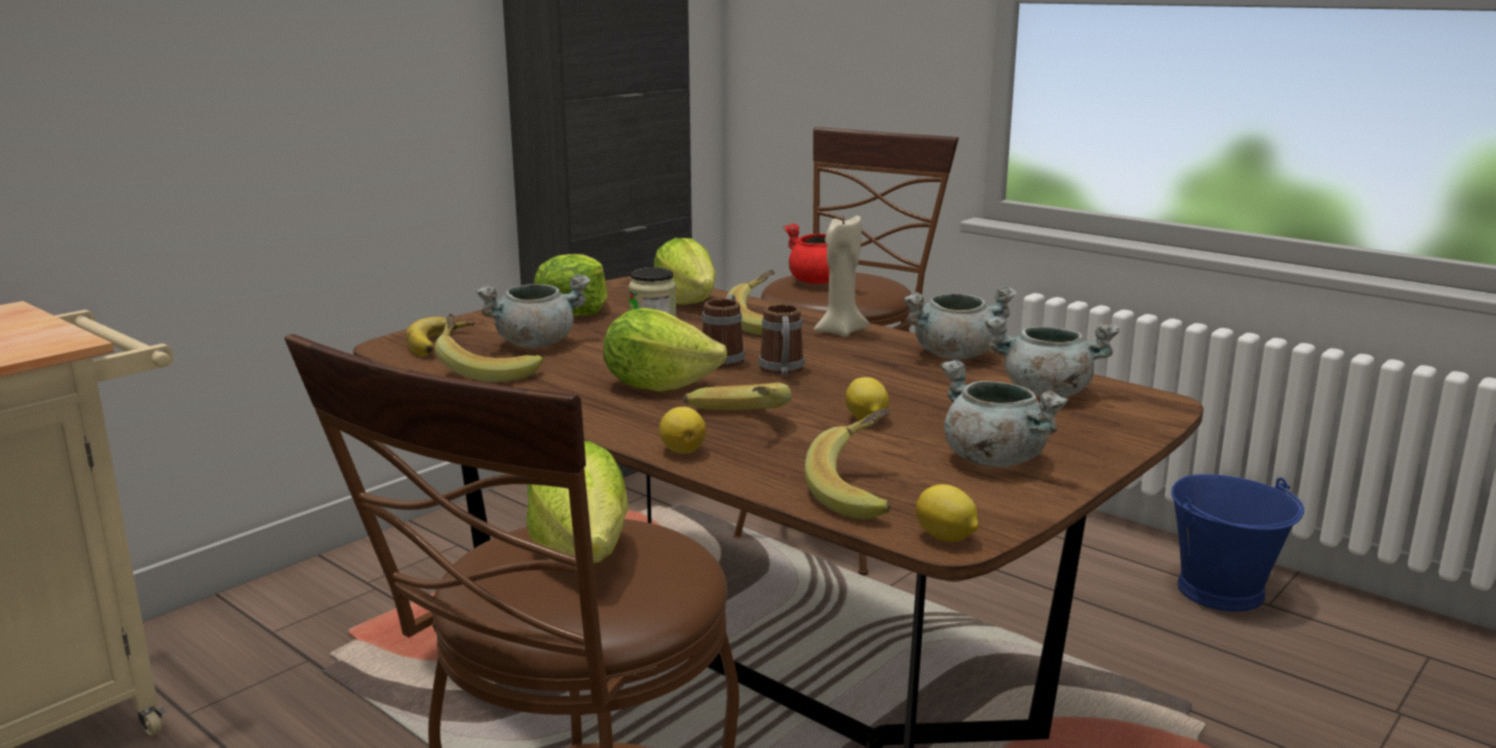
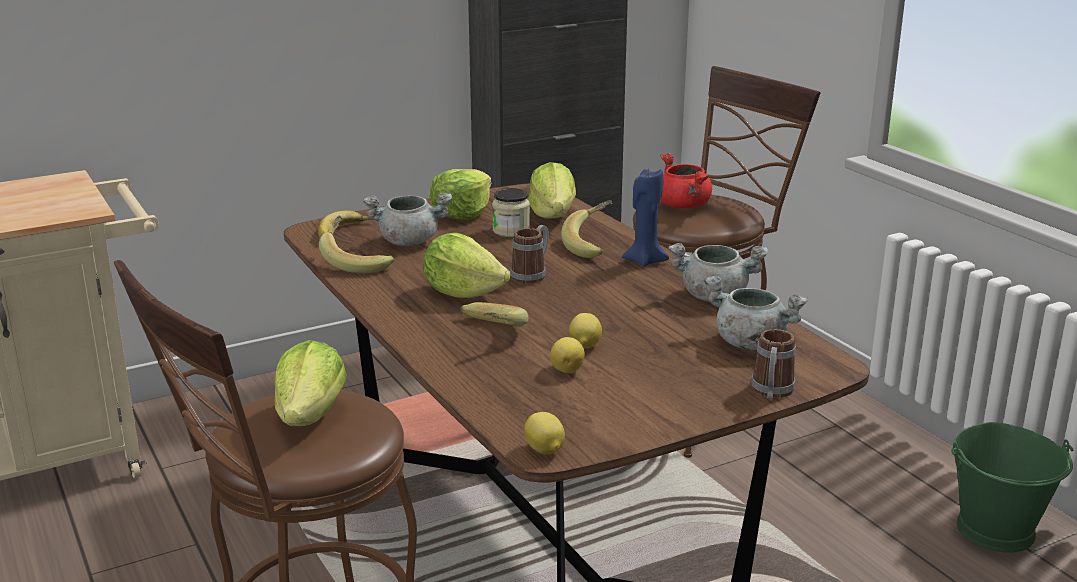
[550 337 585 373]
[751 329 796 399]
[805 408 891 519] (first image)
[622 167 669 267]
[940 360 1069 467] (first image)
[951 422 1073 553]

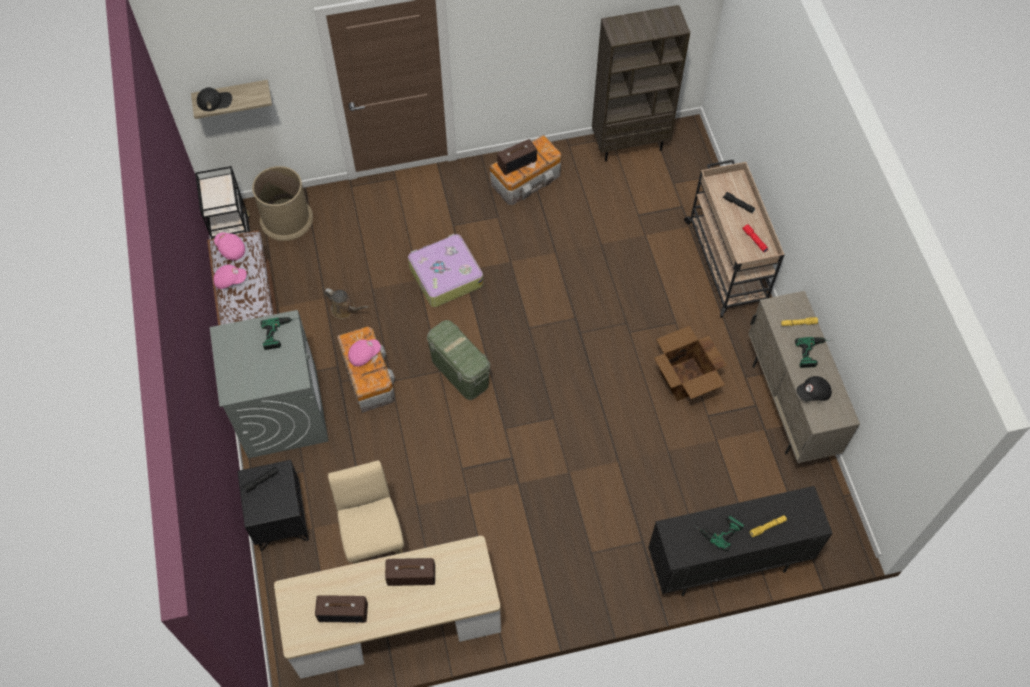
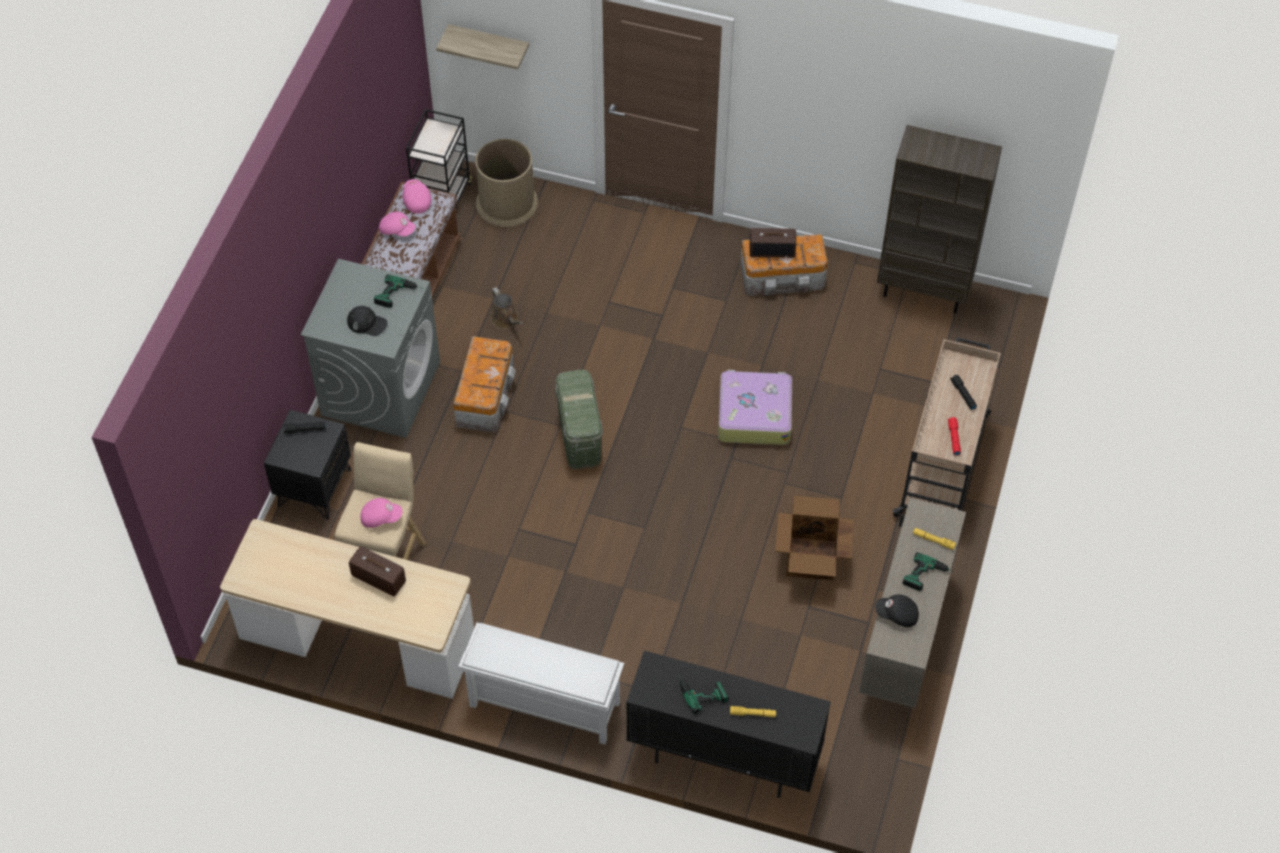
[347 306 387 336]
[315 595 368 623] (first image)
[361 498 402 528]
[718 370 792 445]
[458 623 624 745]

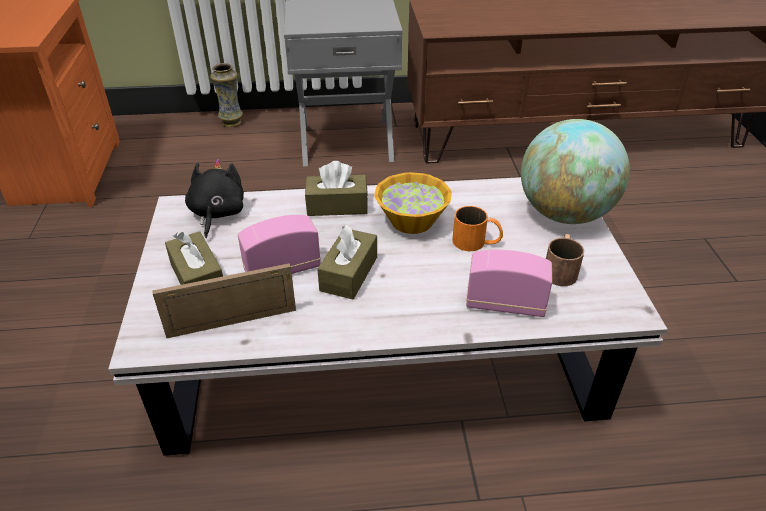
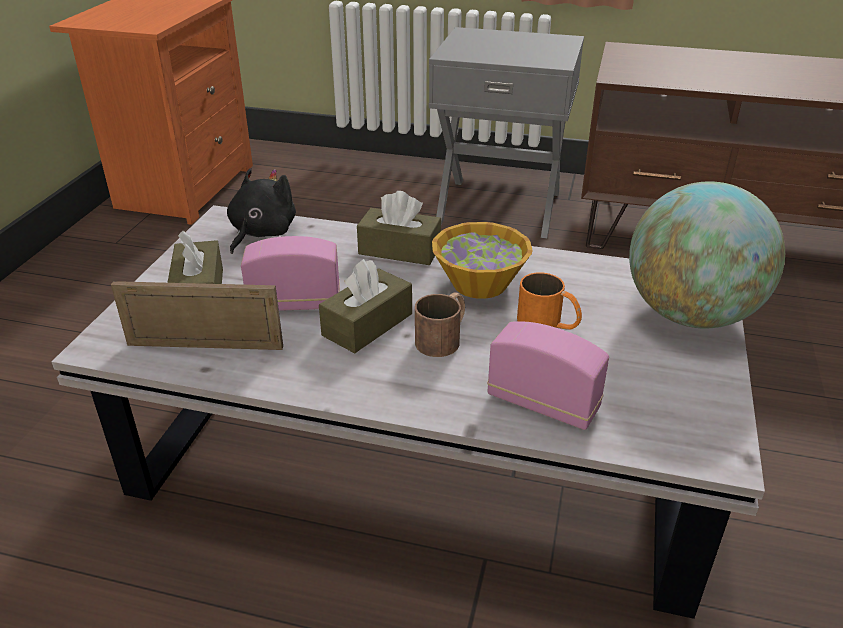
[210 63 243 127] (first image)
[415 292 465 357]

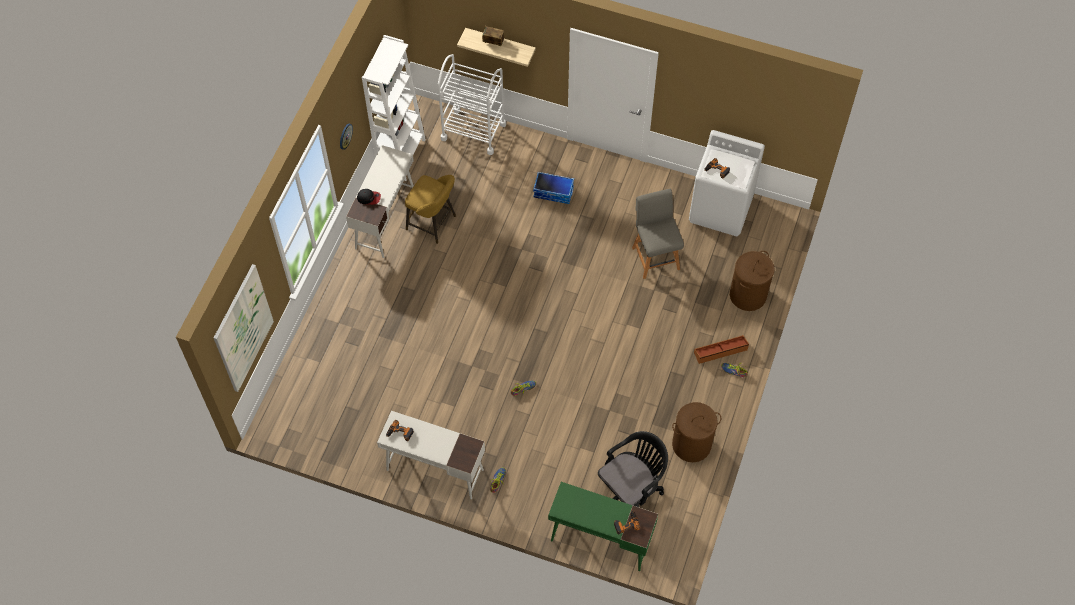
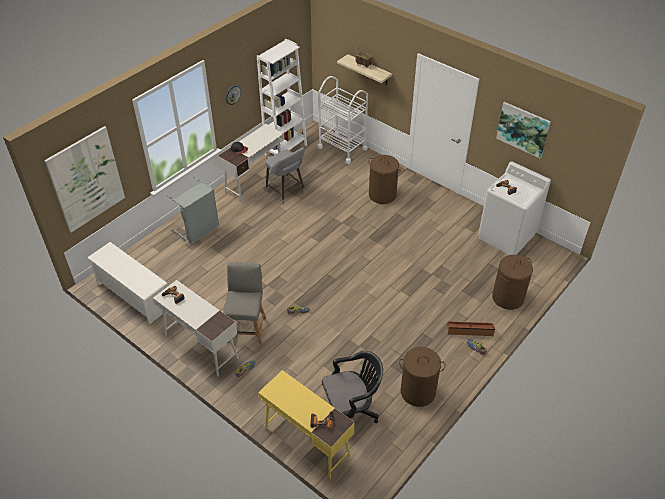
[265 147 305 204]
[368 155 401 204]
[258 370 355 479]
[223 262 266 345]
[87 242 168 324]
[165 176 219 244]
[496 102 551 158]

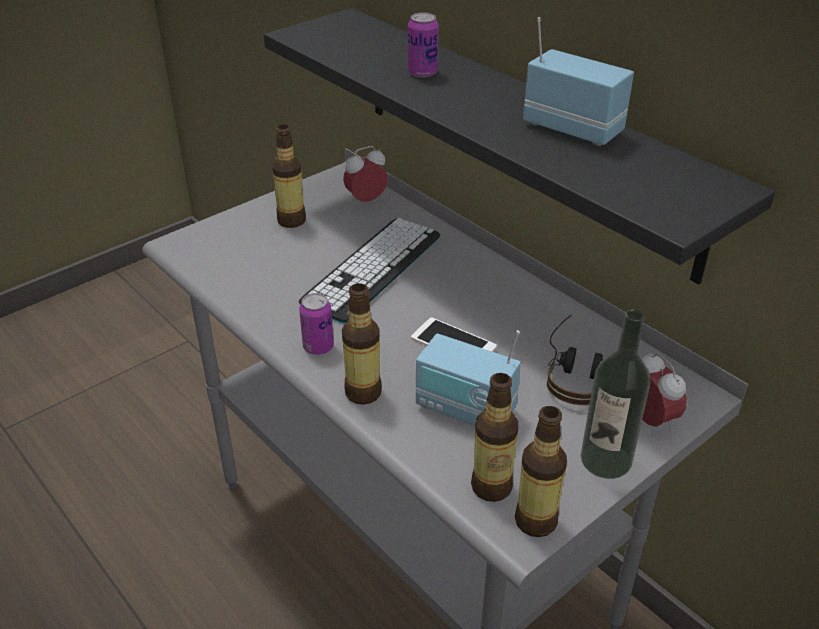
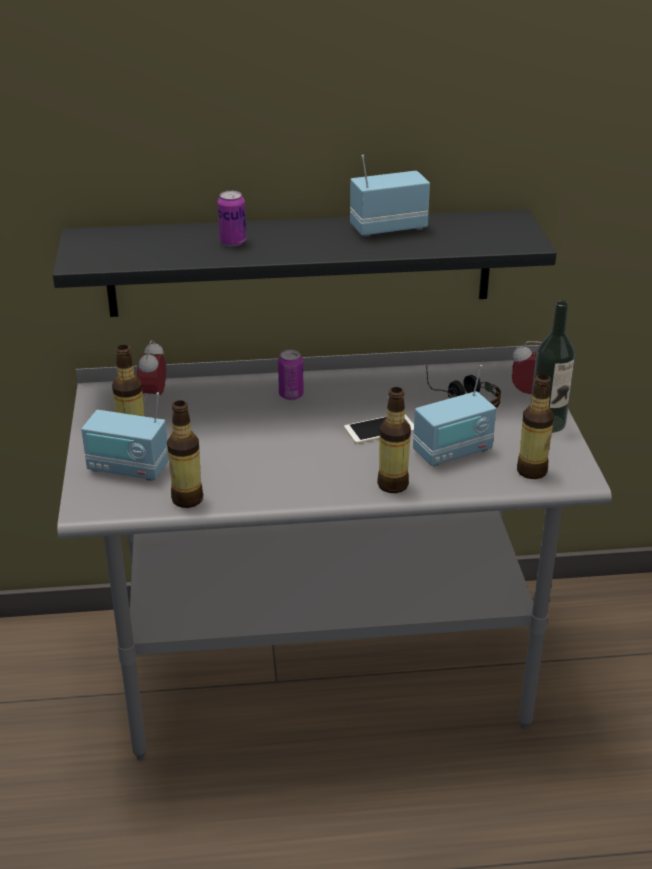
[298 218 440 323] (first image)
[278 350 304 400]
[167 400 203 508]
[81 392 169 481]

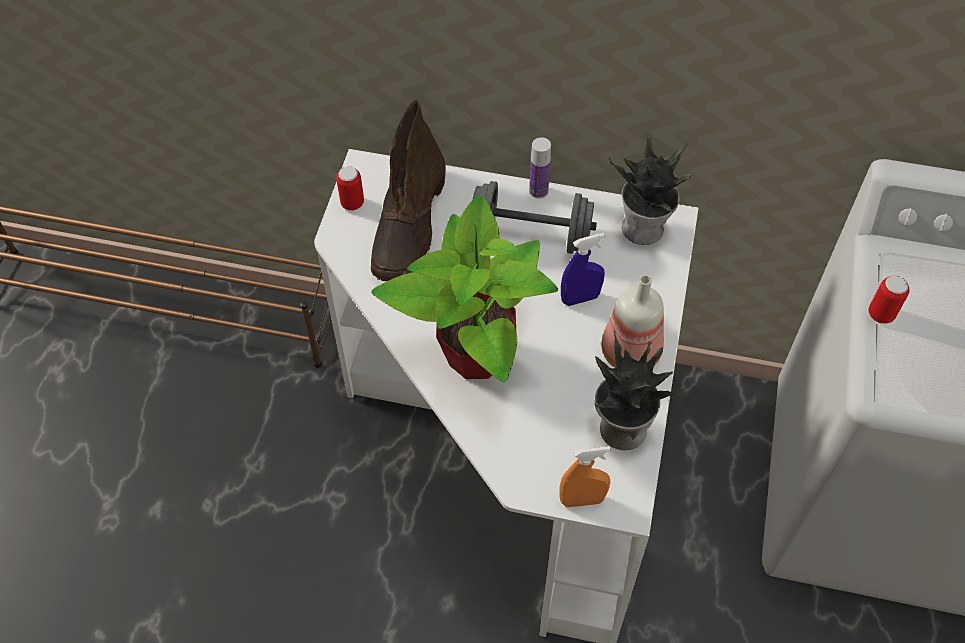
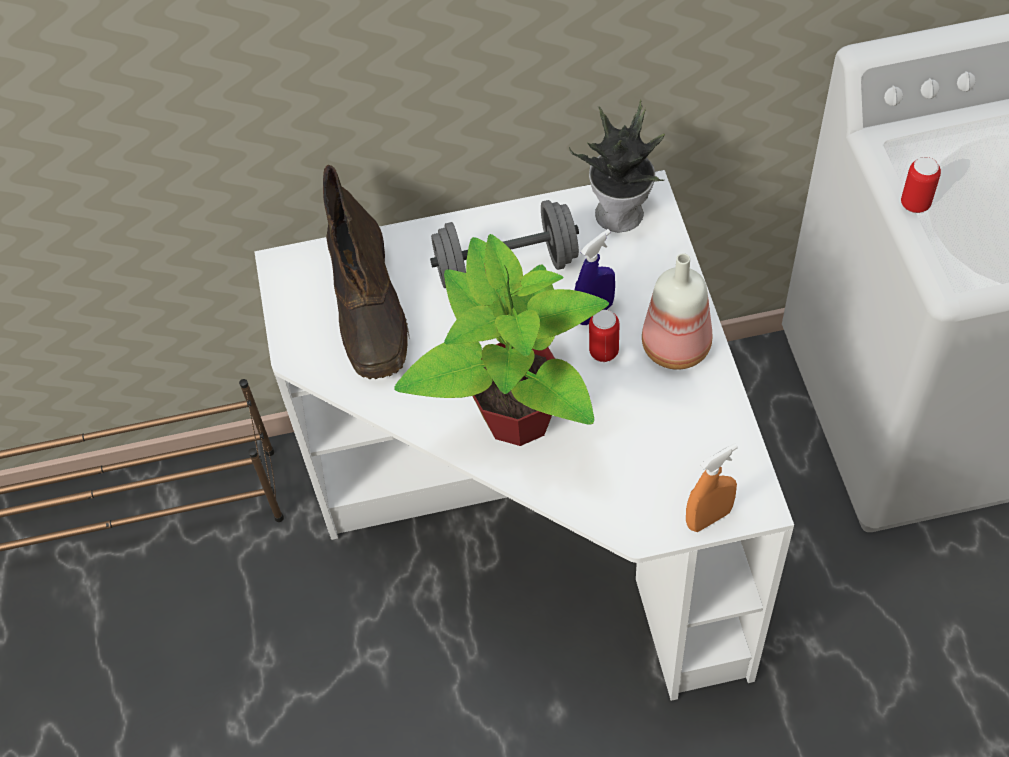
[589 310 619 362]
[529 137 551 198] (first image)
[594 331 687 450] (first image)

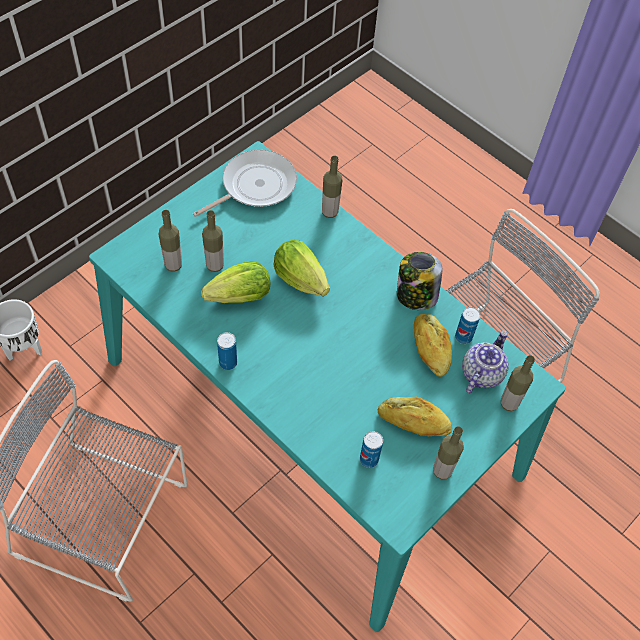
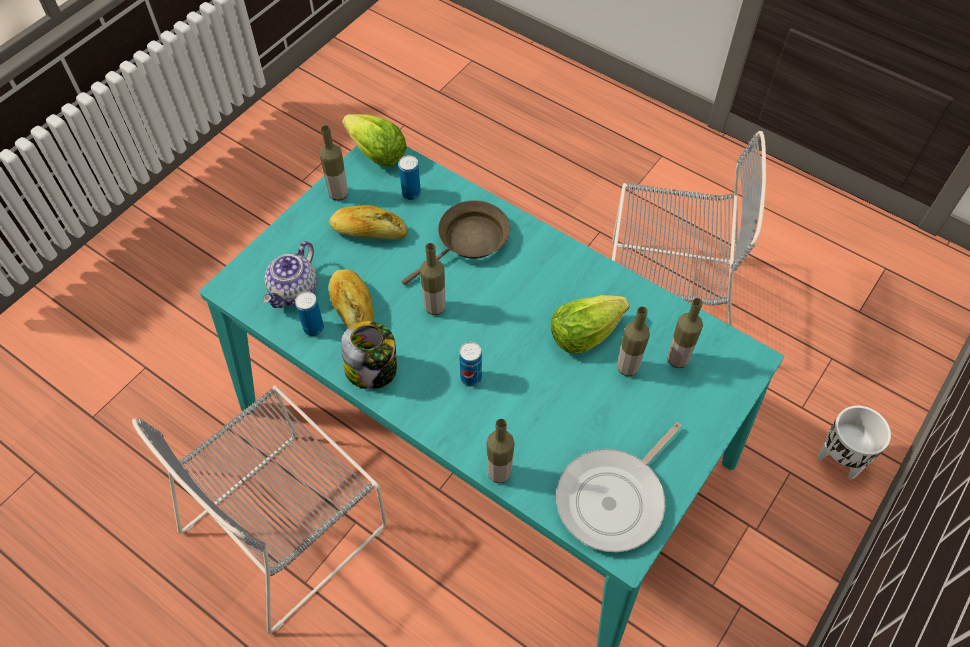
[459 342 482 387]
[342 114 407 166]
[420 243 445 315]
[402 200 510 285]

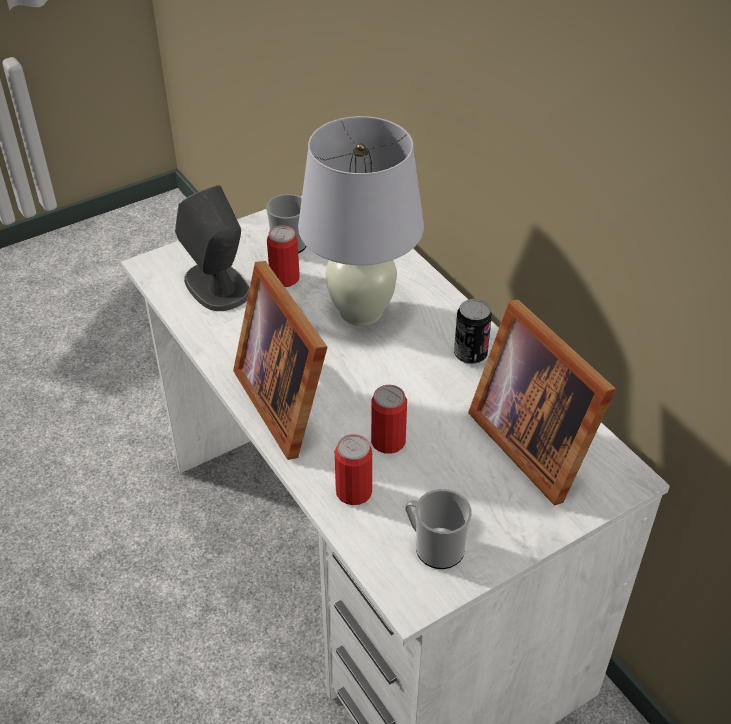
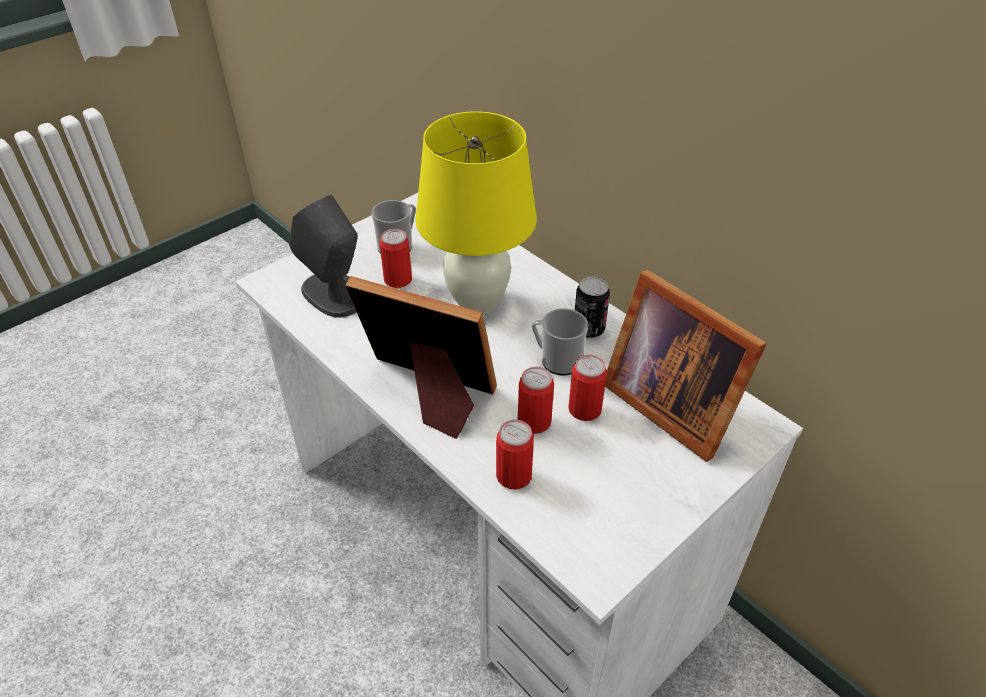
[345 276 497 439]
[415 111 537 315]
[532 308 588 376]
[568 355 607 421]

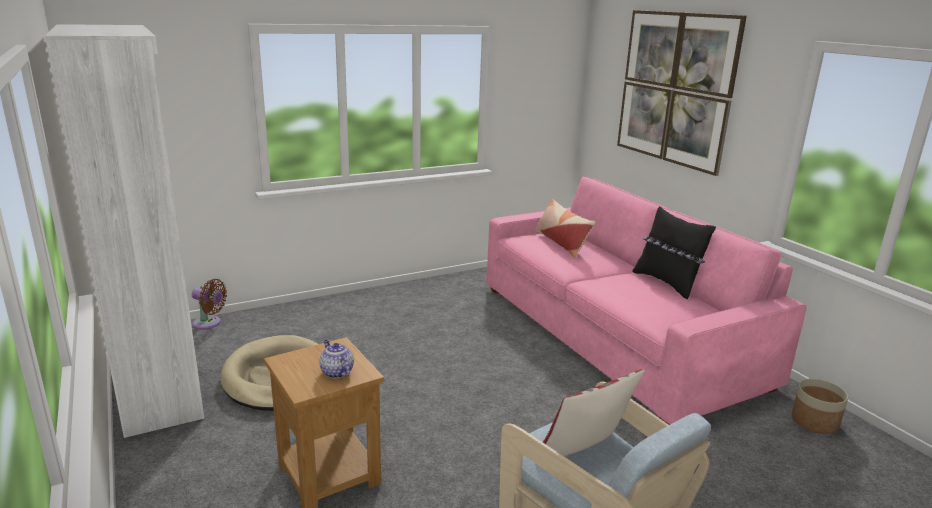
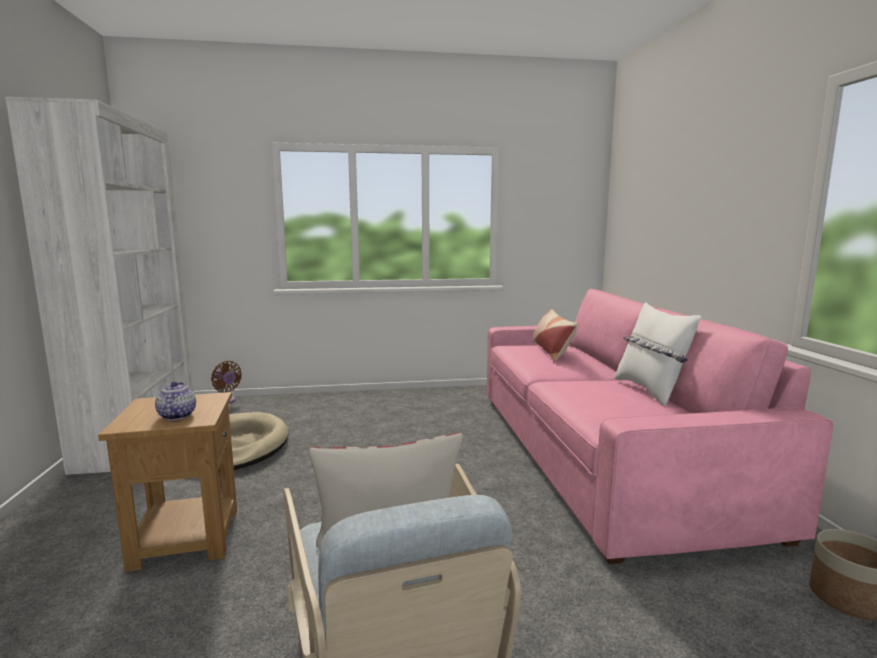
[617 10 747 176] (first image)
[614 302 701 406]

